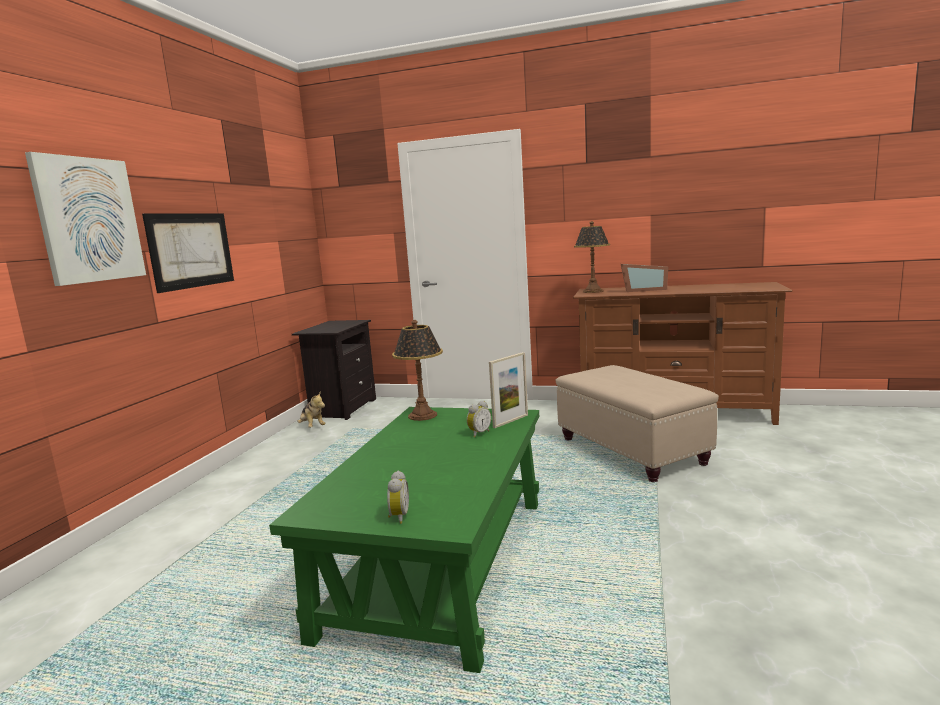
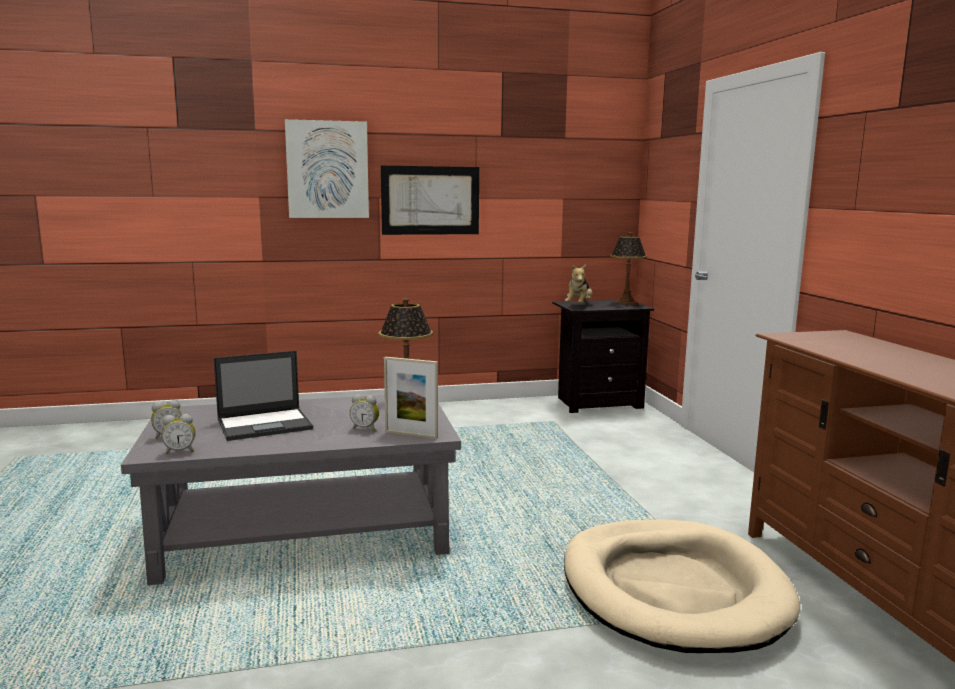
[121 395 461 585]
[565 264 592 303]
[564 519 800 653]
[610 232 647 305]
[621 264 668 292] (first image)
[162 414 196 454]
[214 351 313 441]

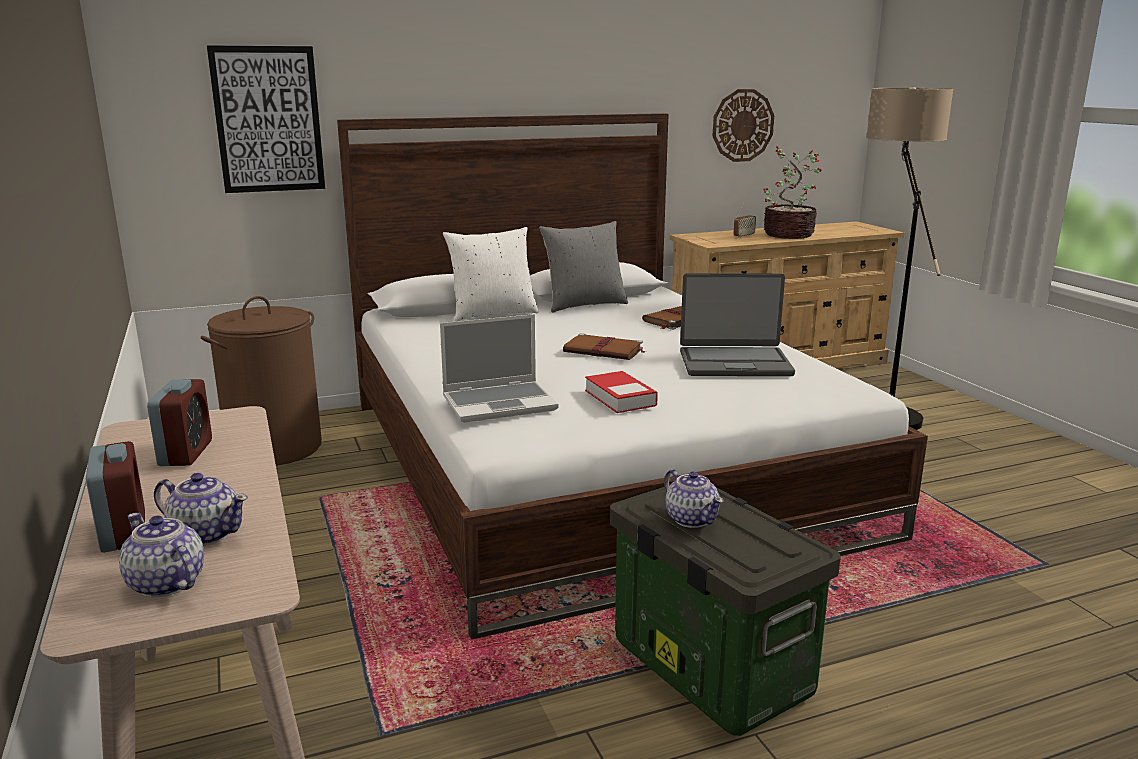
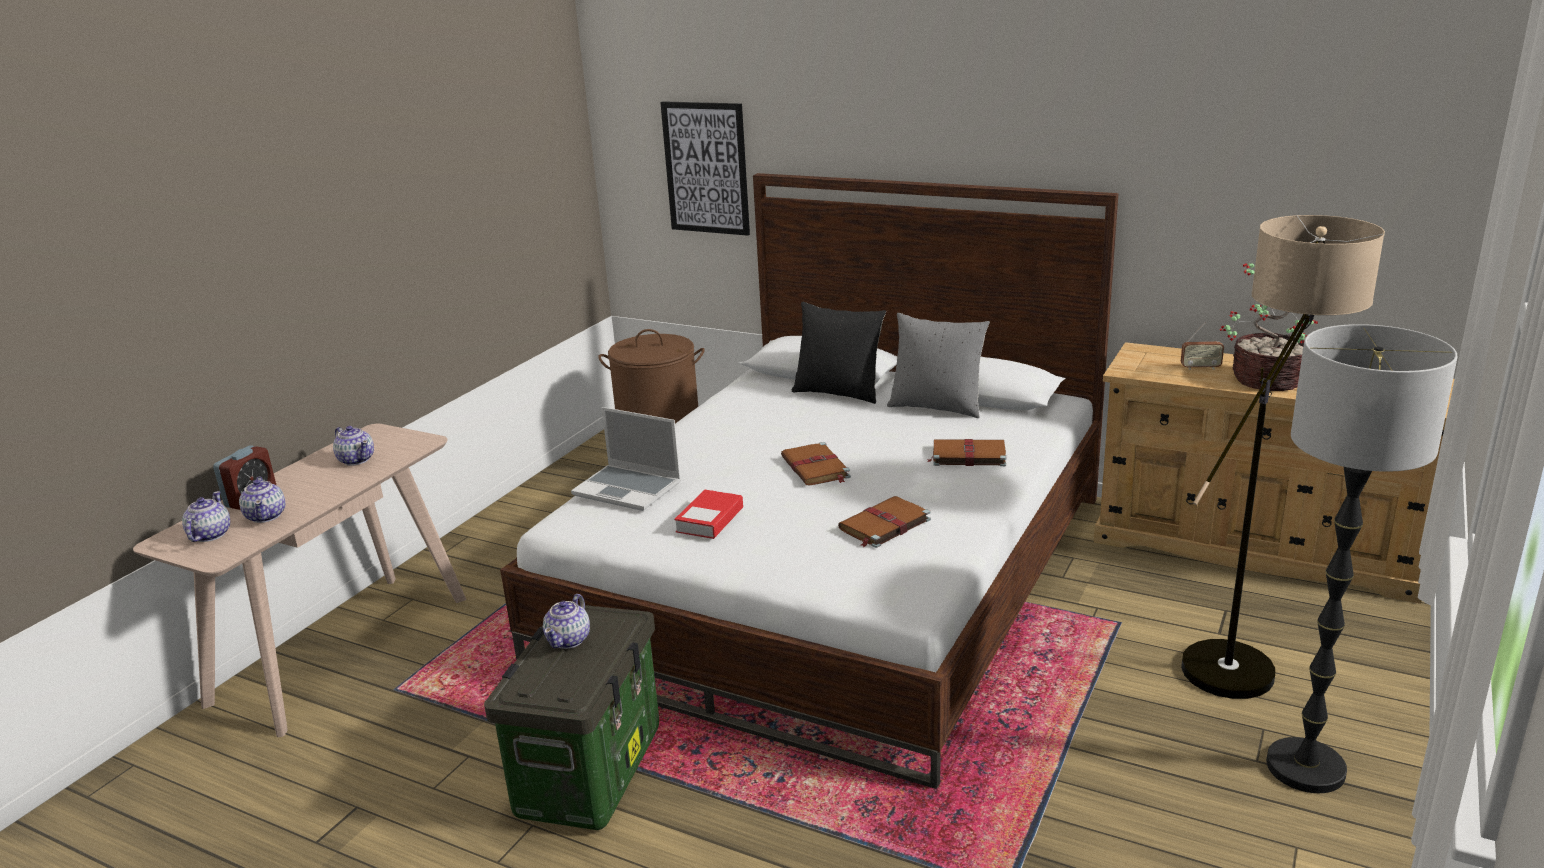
[333 426 374 466]
[792 302 886 404]
[838 496 931 548]
[713 89 774 162] (first image)
[1266 324 1457 793]

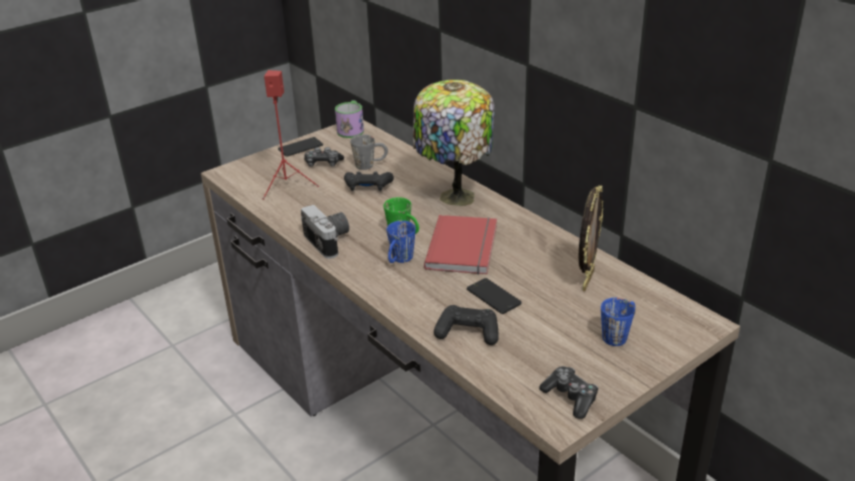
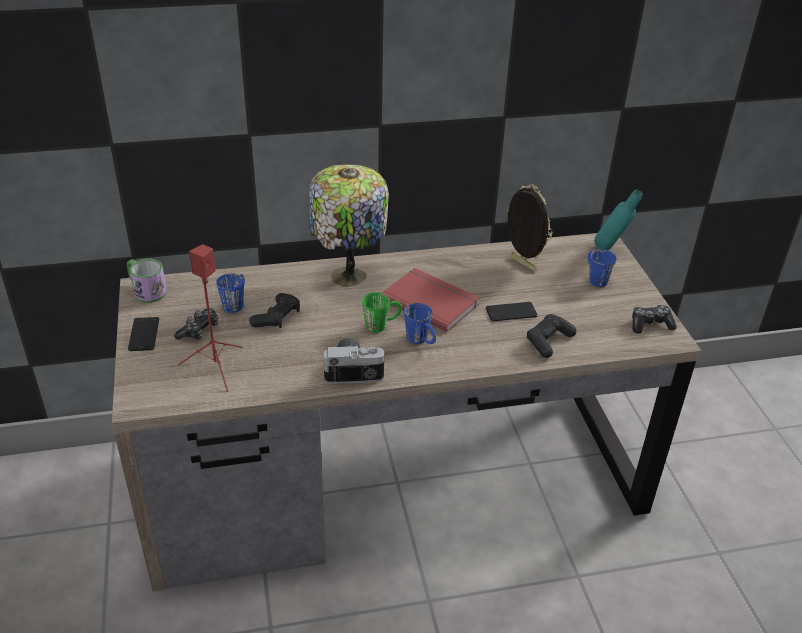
[216 273 245 313]
[594 190 642 250]

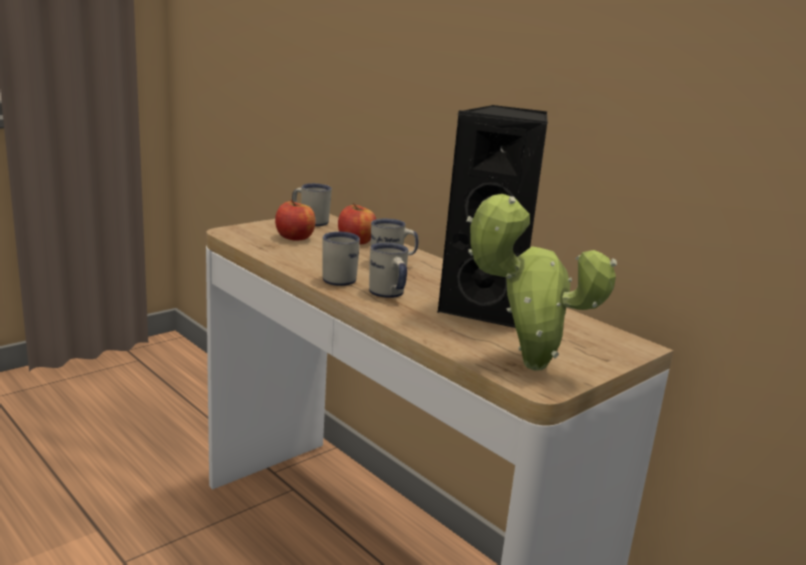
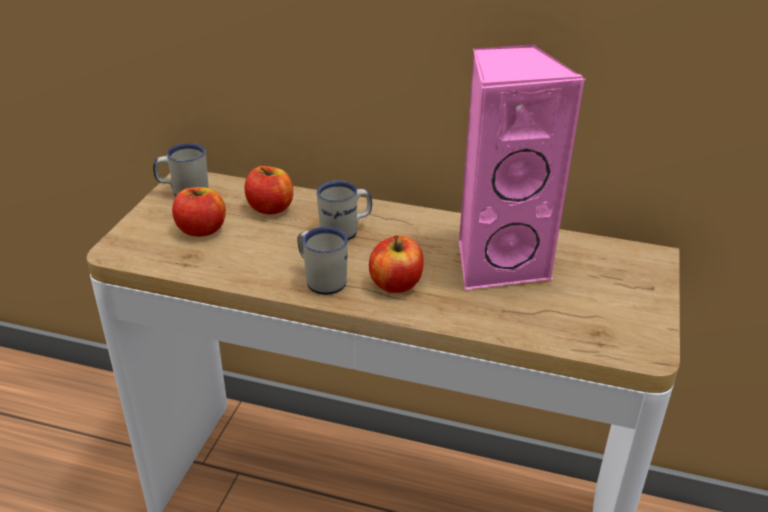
[369 235 424 293]
[459 44 586 290]
[466 194 617 371] (first image)

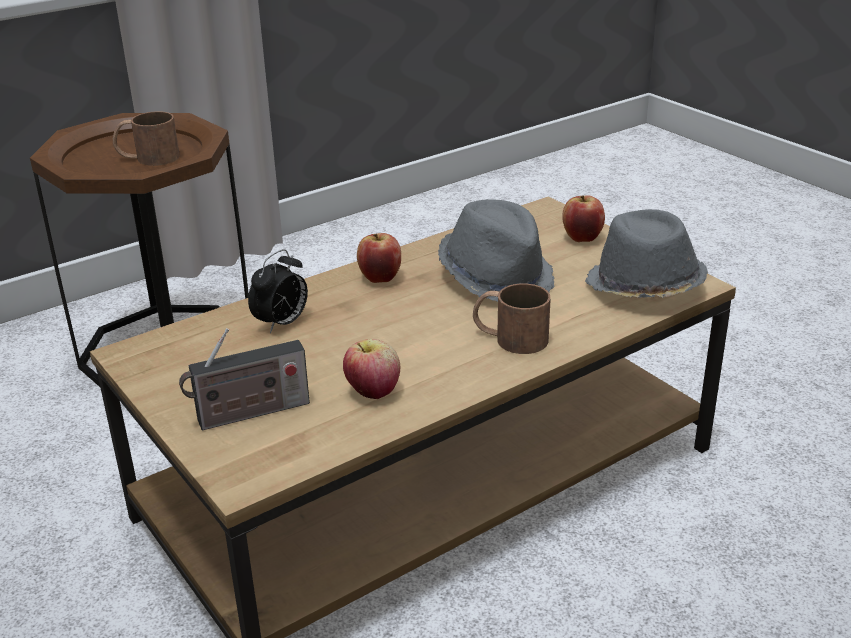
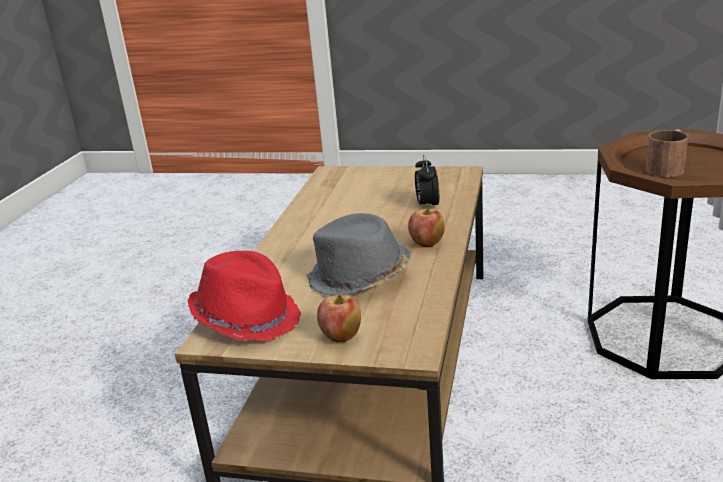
[179 328 310 430] (first image)
[343 339 400 399] (first image)
[473 283 551 354] (first image)
[188 251 301 342]

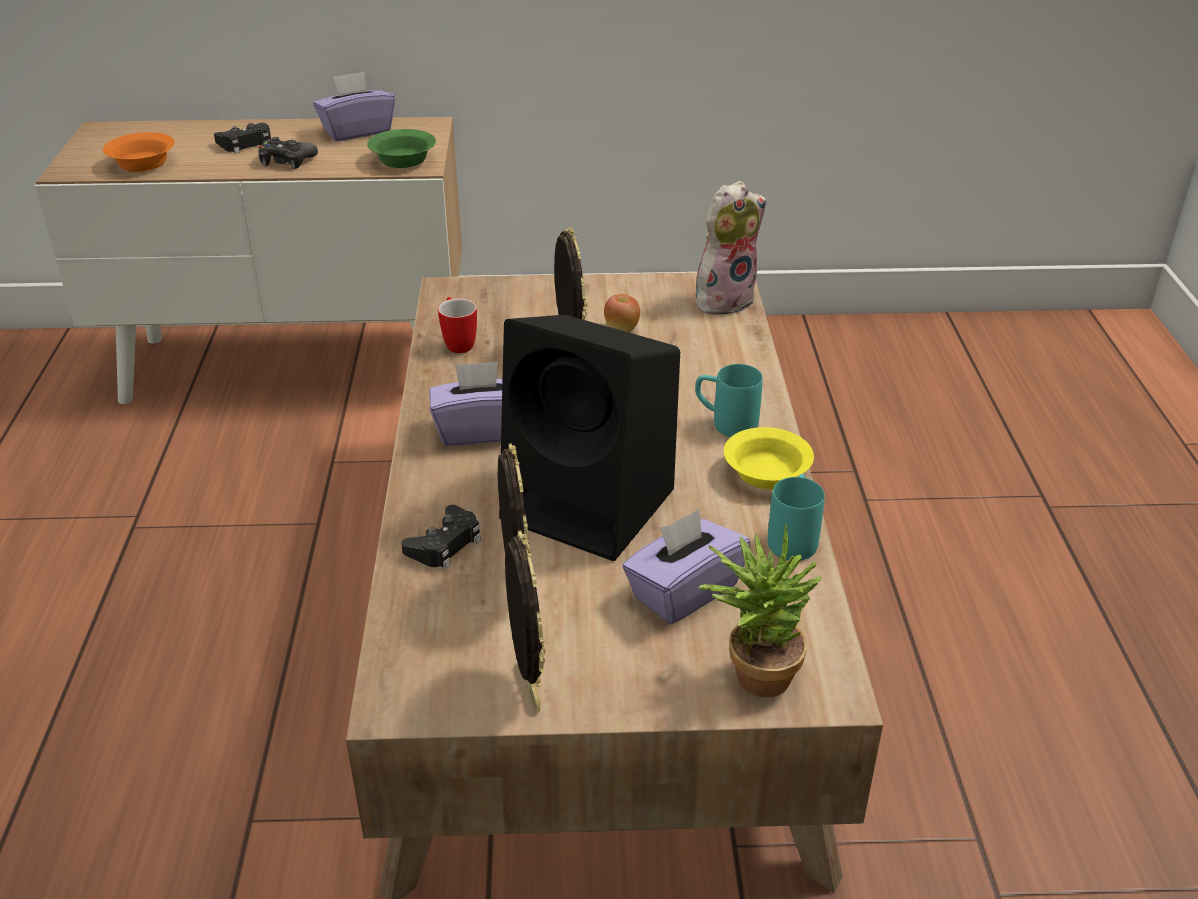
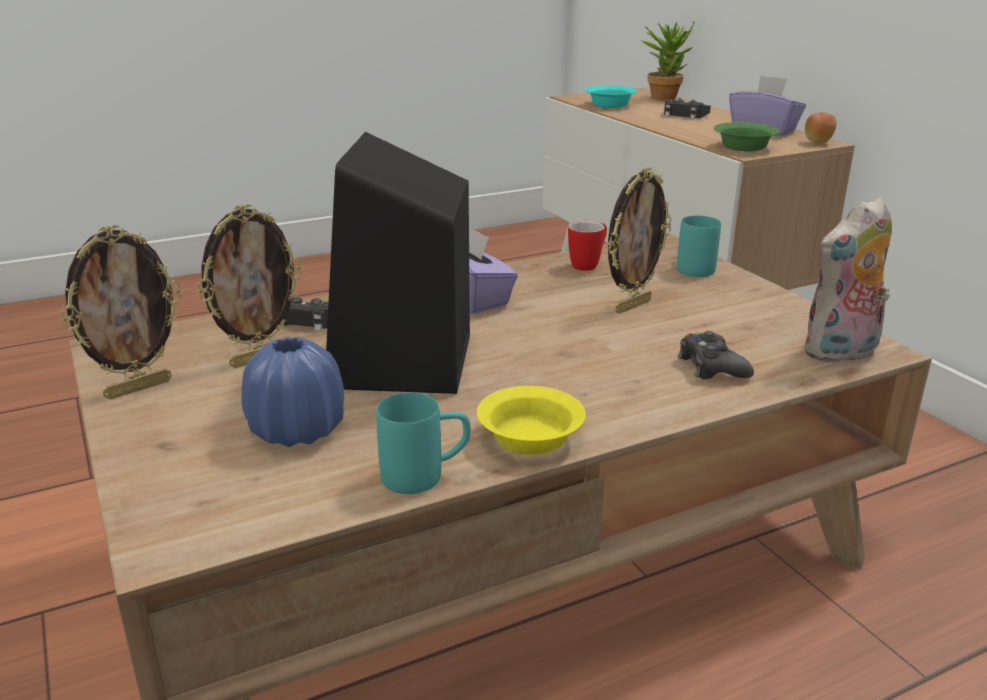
[585 85 637 108]
[678 331 754 379]
[805 112 837 144]
[241 337 344 447]
[677 216 721 277]
[802 197 892 363]
[641 21 695 101]

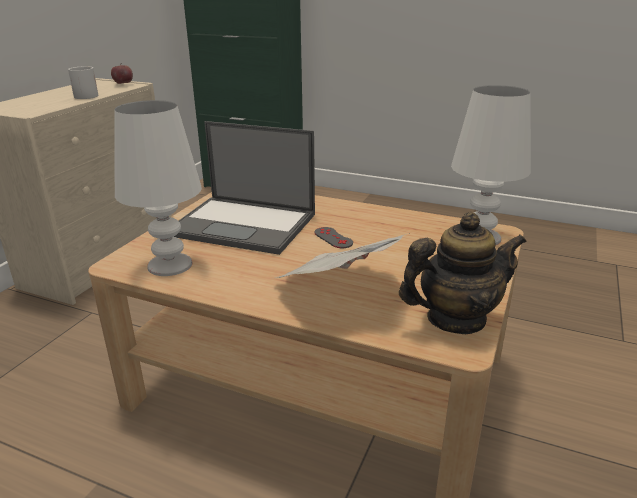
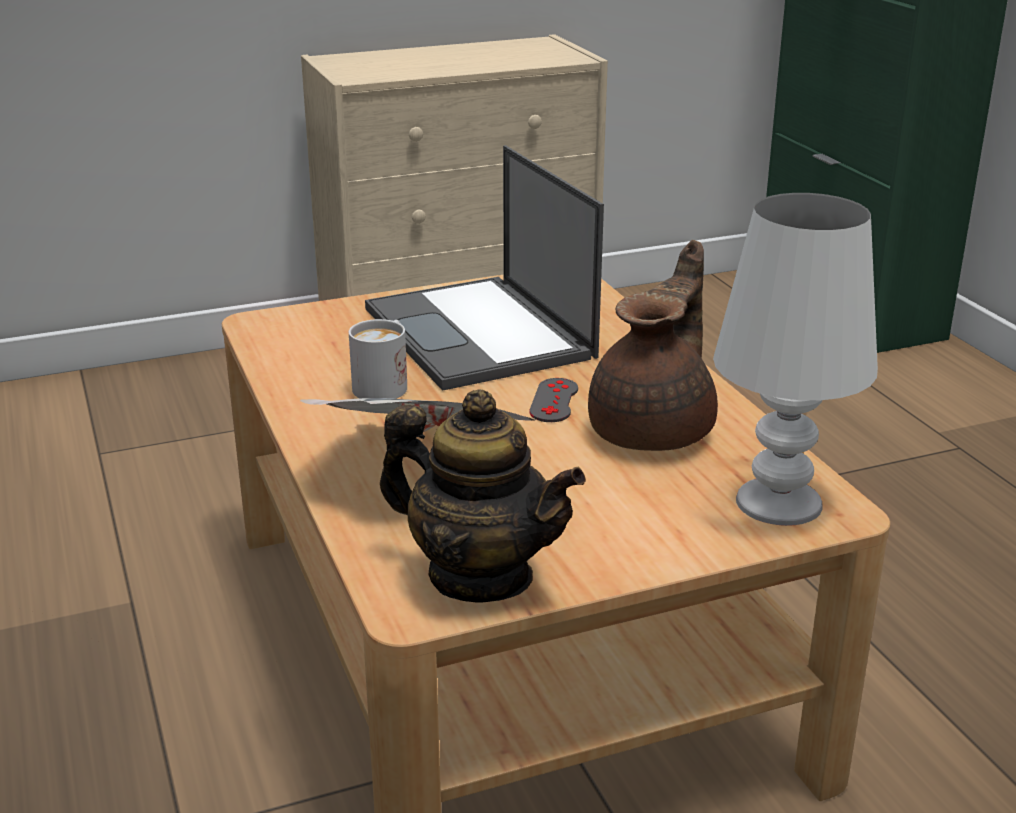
[349 319 407 399]
[111 65 133 84] (first image)
[114 100 202 276] (first image)
[588 240 718 451]

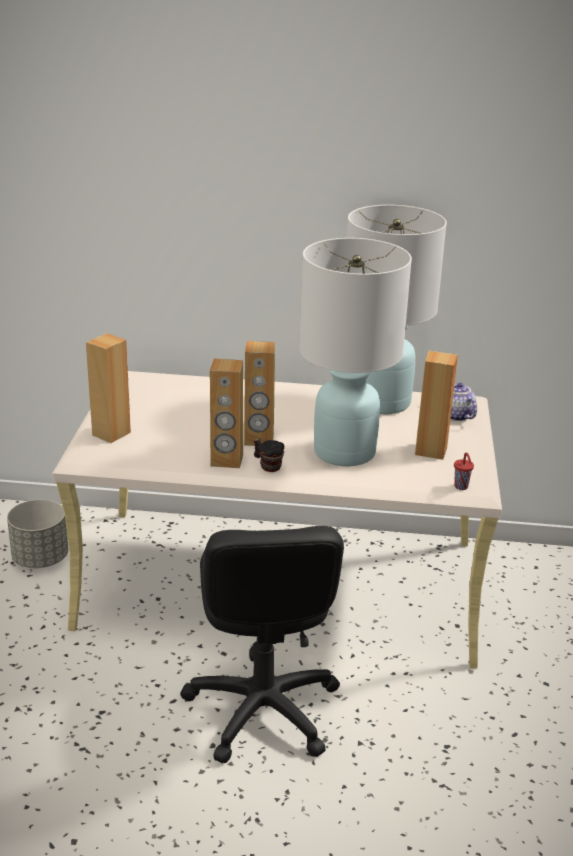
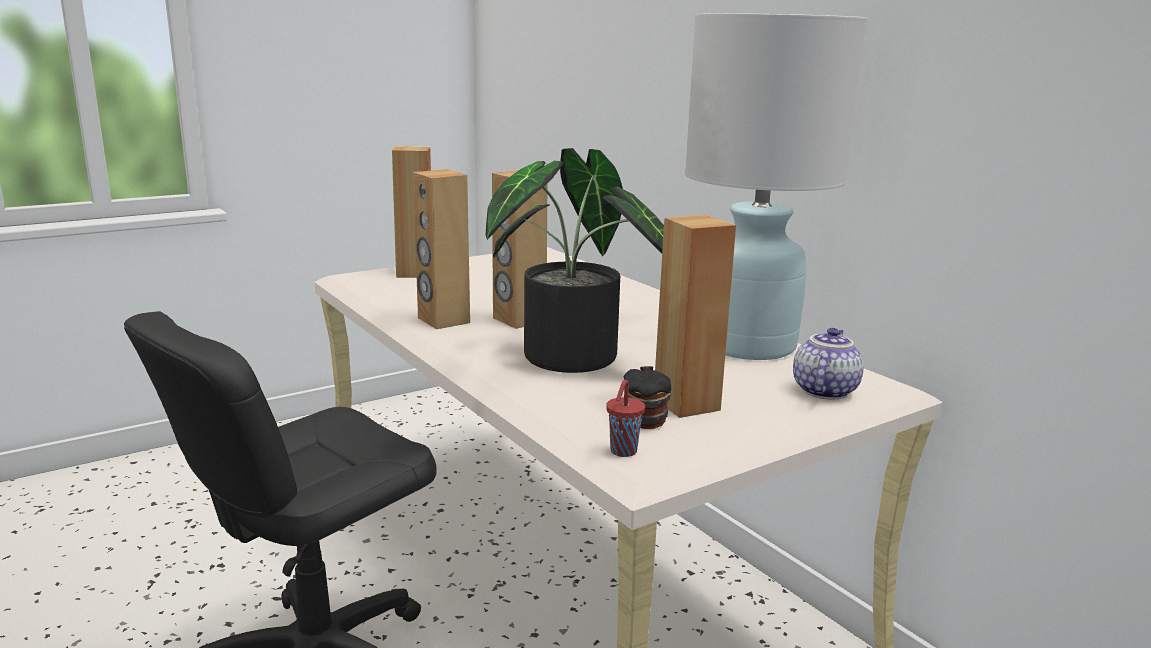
[7 499 69 568] (first image)
[624 366 671 429]
[486 148 664 373]

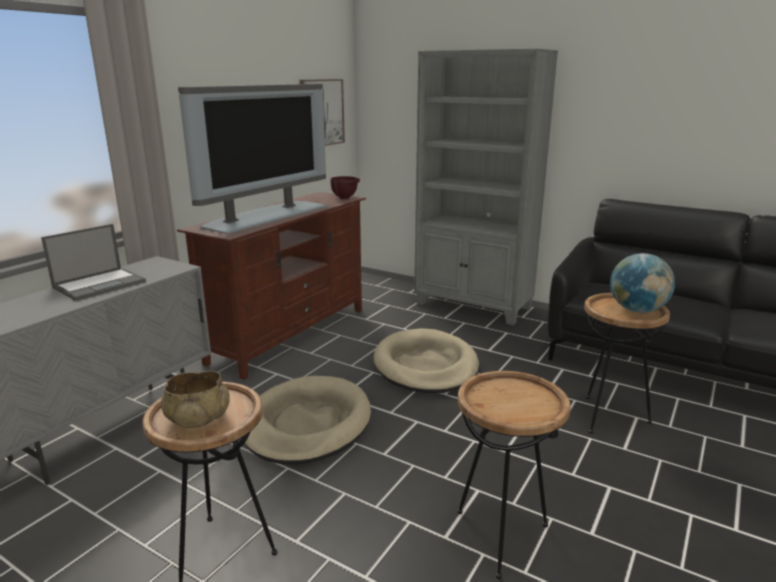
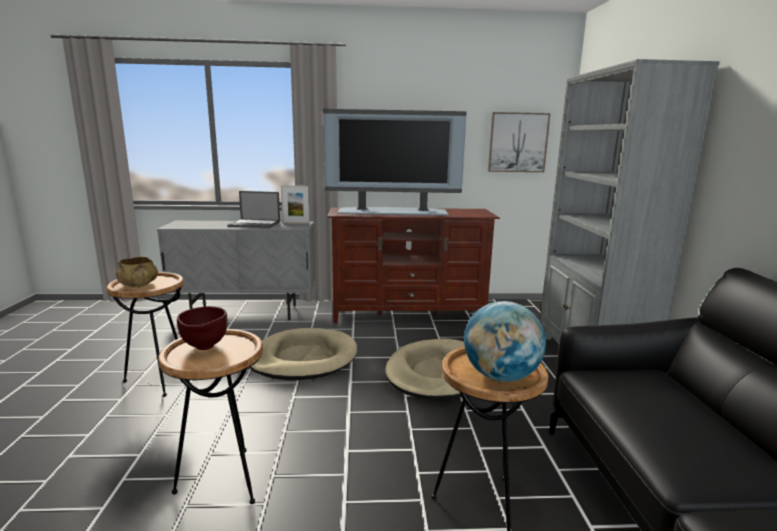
[177 306 227 350]
[281 185 310 224]

